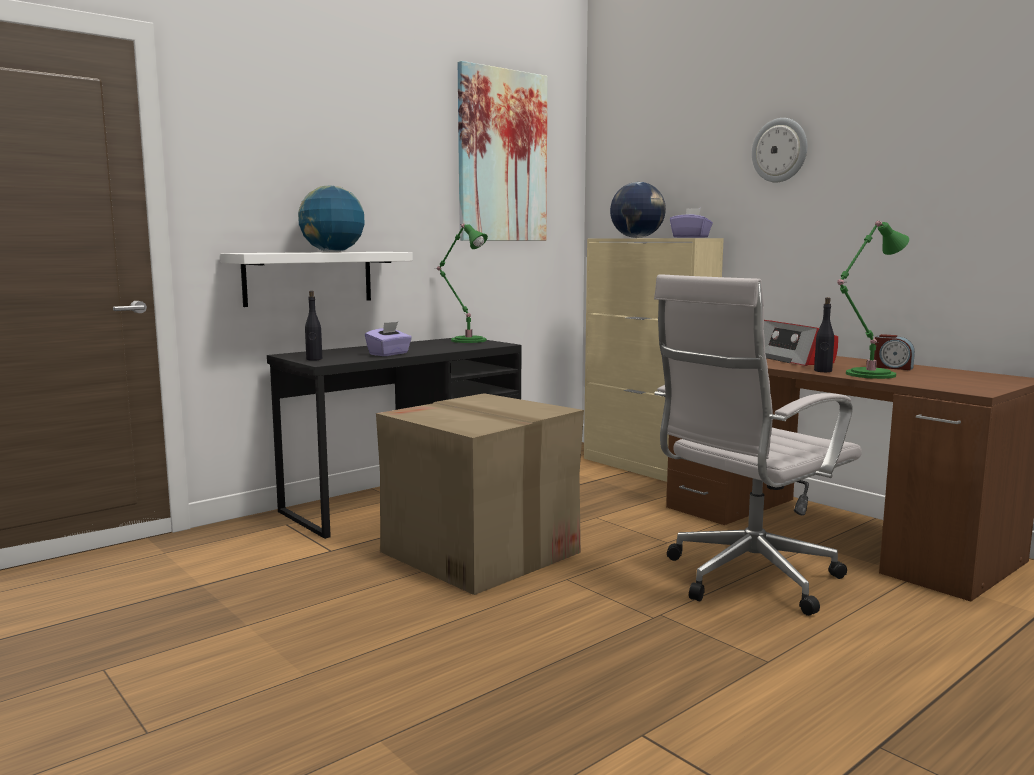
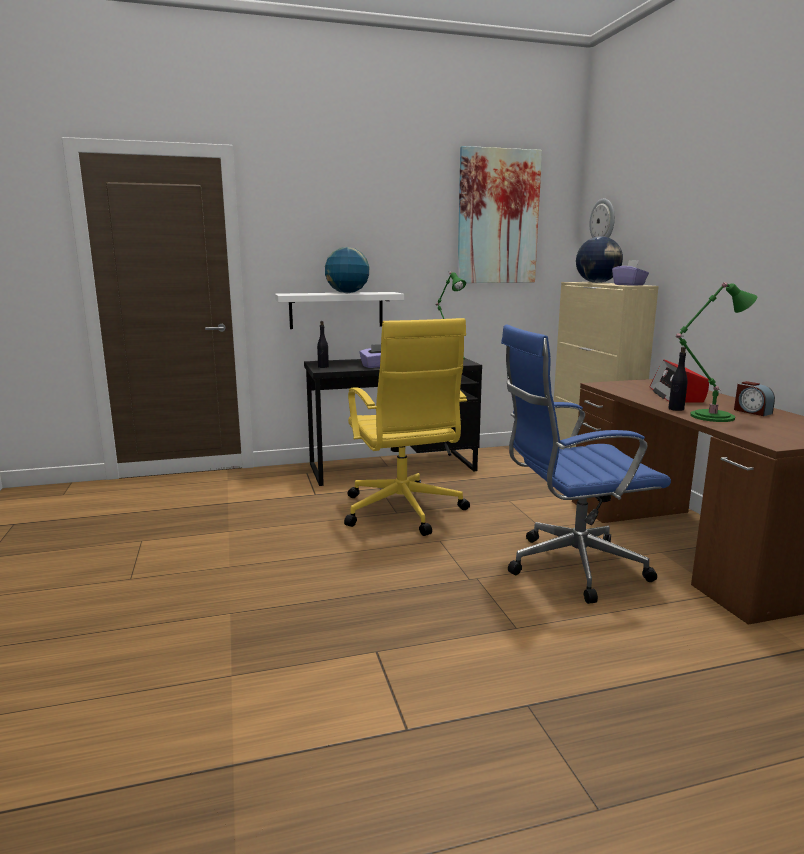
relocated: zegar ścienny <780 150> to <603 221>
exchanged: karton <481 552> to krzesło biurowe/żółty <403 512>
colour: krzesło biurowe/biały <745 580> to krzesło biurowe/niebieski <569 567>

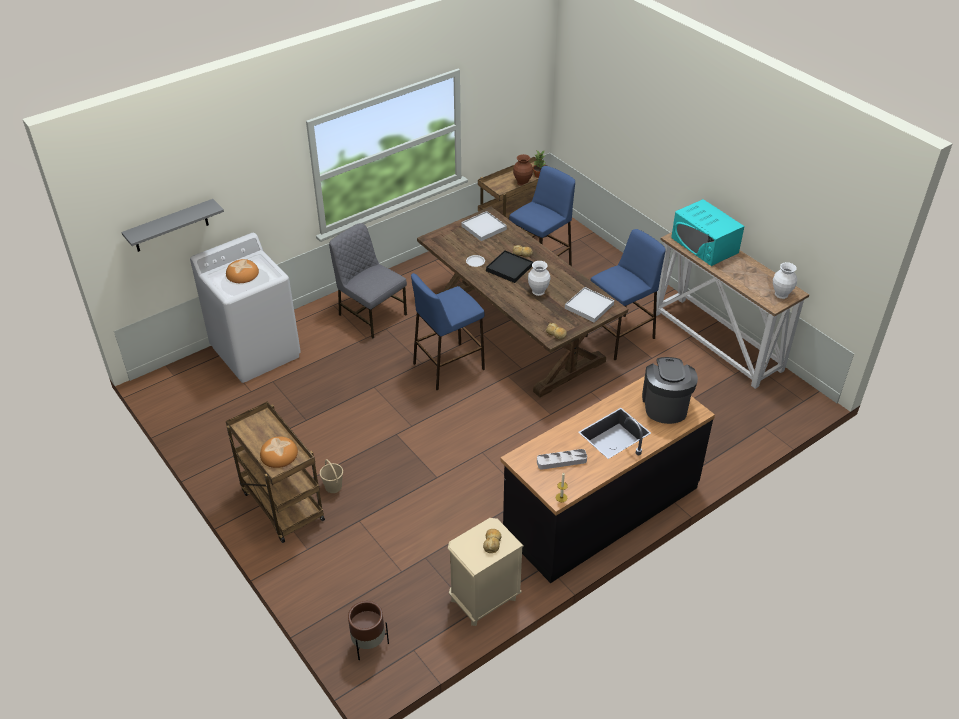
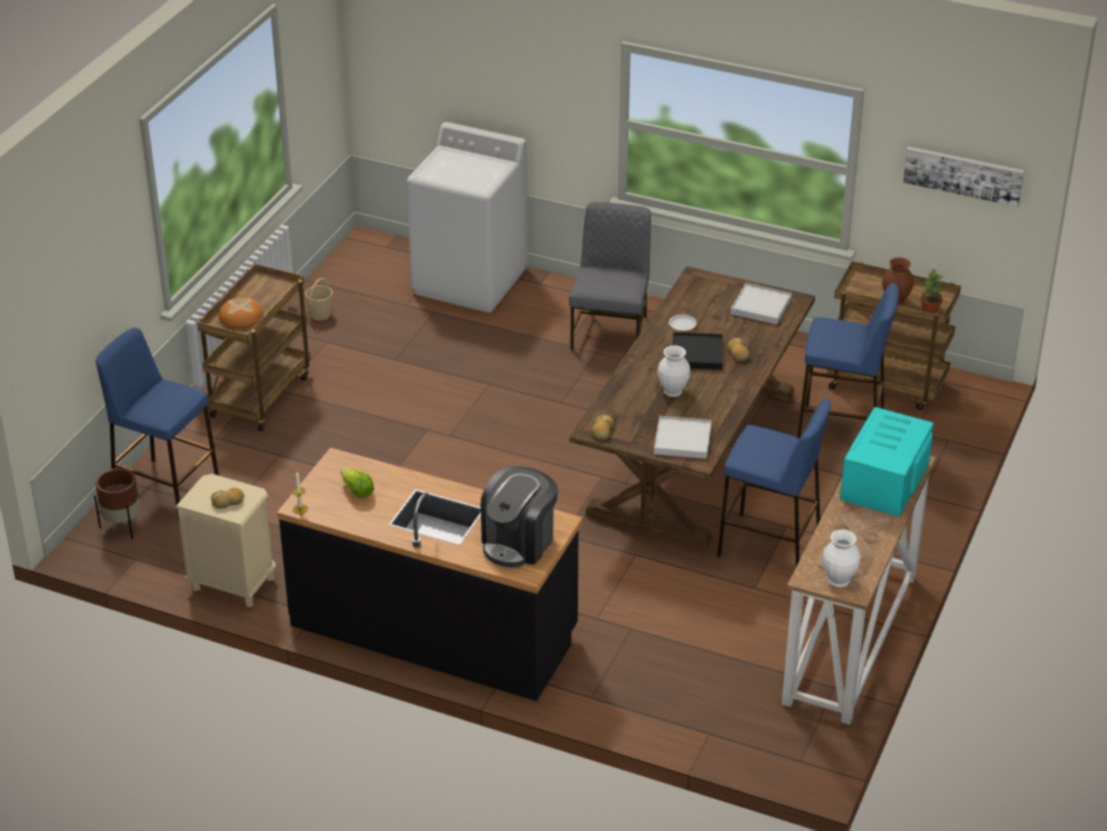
missing: półka/szary <170 226>; chleb <242 274>
appeared: obraz <963 175>
relocated: stołek/niebieski <448 366> to <166 490>; wiadro/beżowy <333 486> to <320 314>
exchanged: taca/szary <561 461> to sałata <357 492>
spun: ekspres do kawy <665 405> = <519 542> 150 degrees clockwise

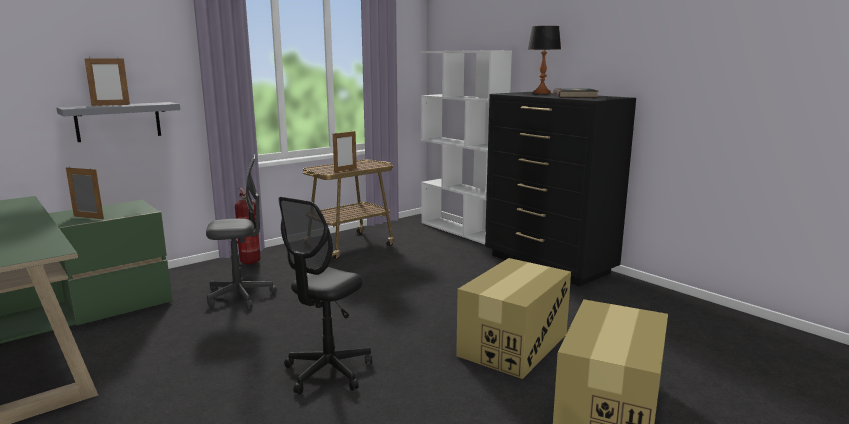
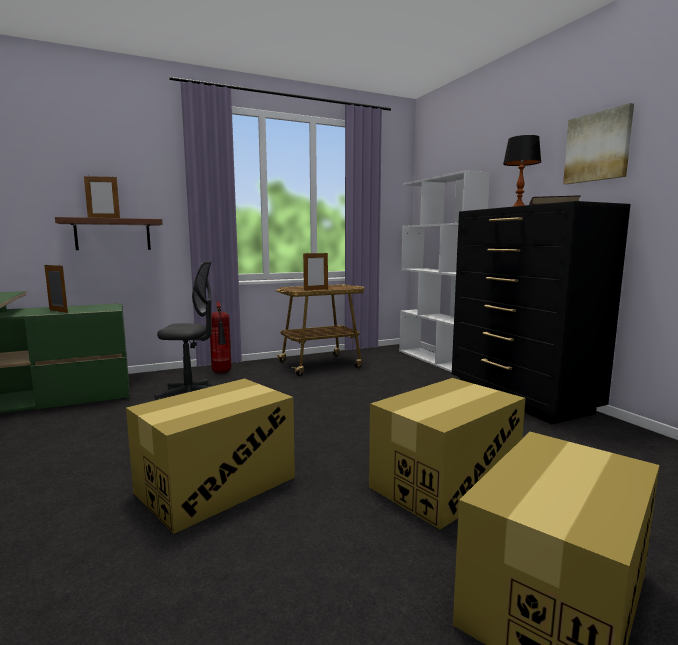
appeared: obraz <598 147>
exchanged: krzesło biurowe/czarny <328 372> to karton <216 485>
colour: półka/szary <118 121> to półka/brązowy <113 234>

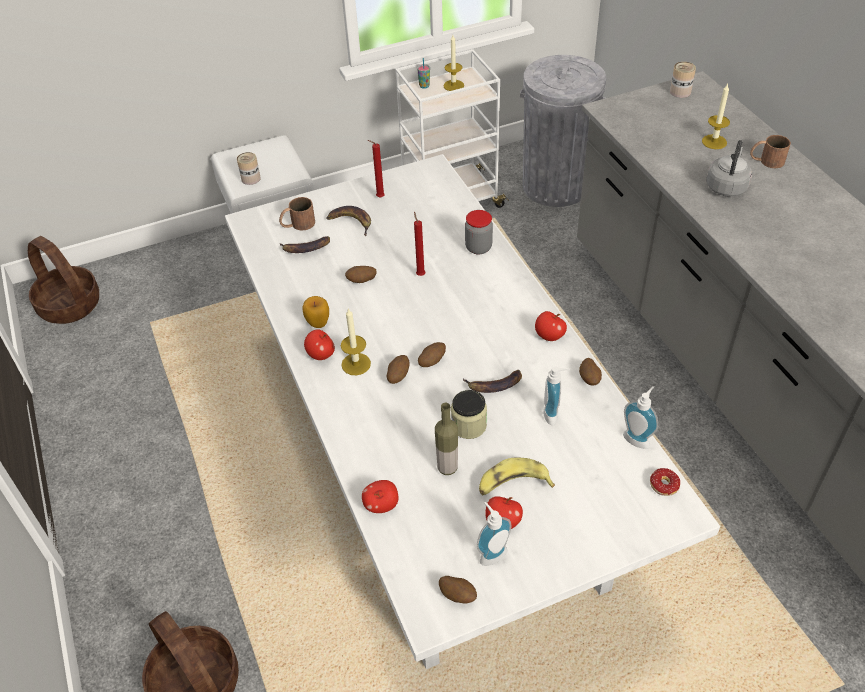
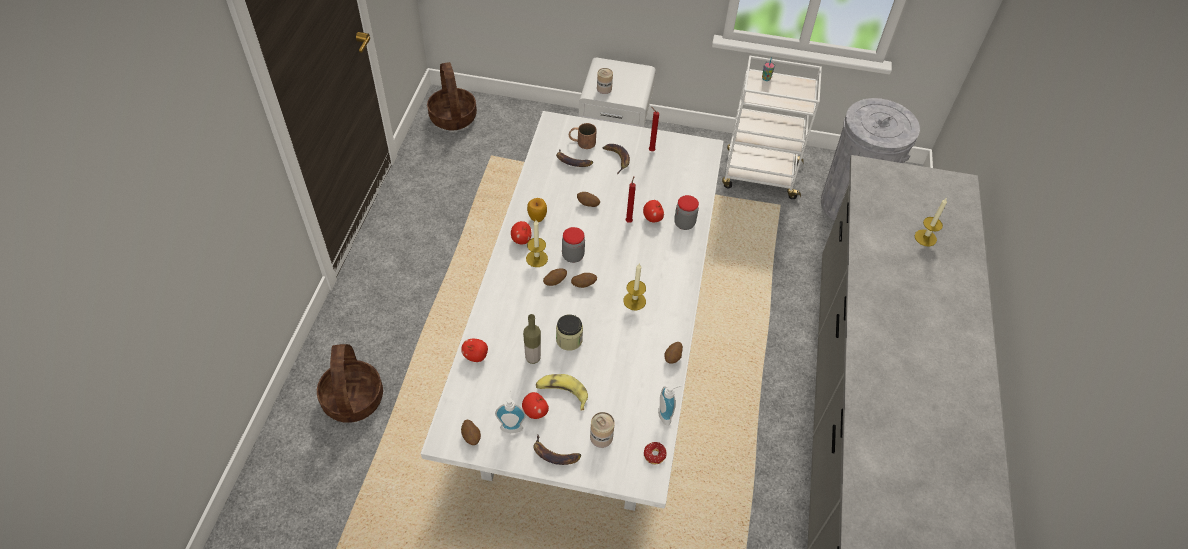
missing: kubek/brązowy <766 161>; czajnik/szary <726 186>; dozownik mydła <554 414>
appeared: słoik <573 256>
relocated: świeca <453 85> to <634 301>; puszka <680 92> to <601 437>; jabłko <549 336> to <652 218>; banan <494 385> to <554 454>

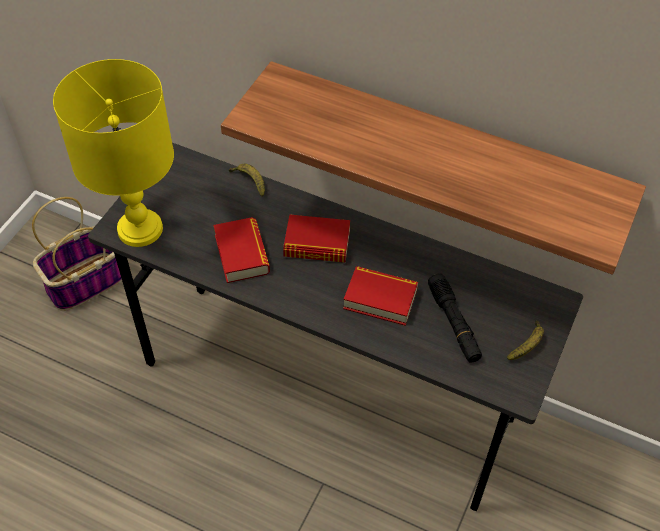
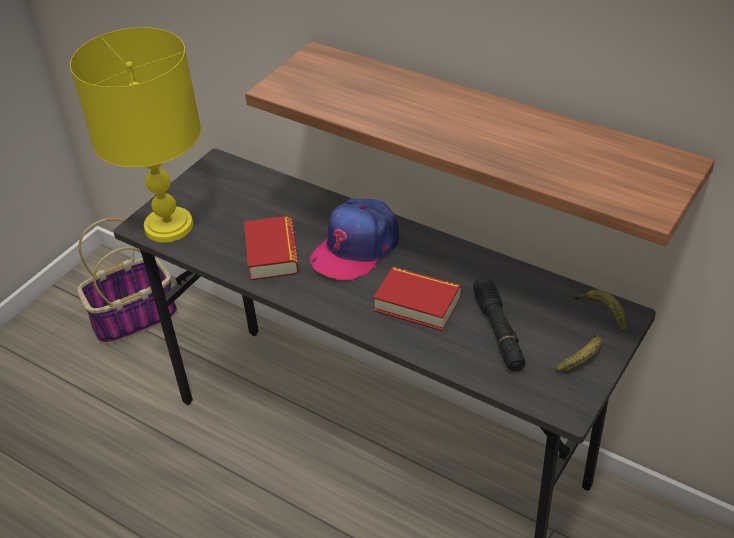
relocated: banan <250 182> to <602 313>
exchanged: książka <317 244> to czapka z daszkiem <356 248>

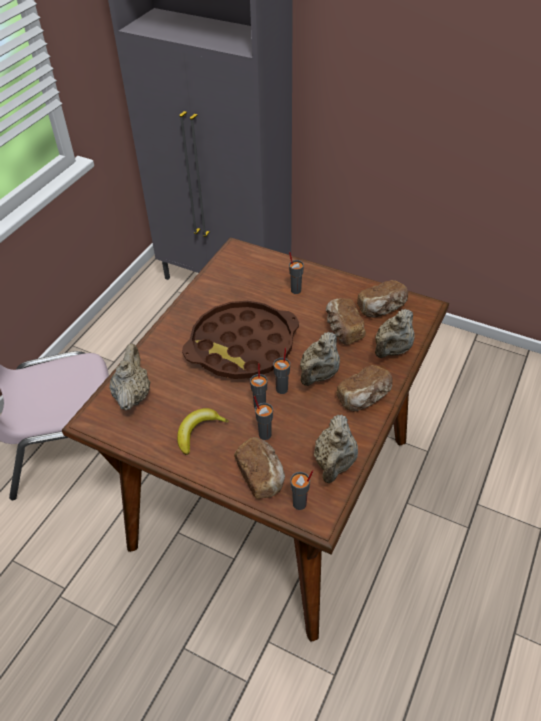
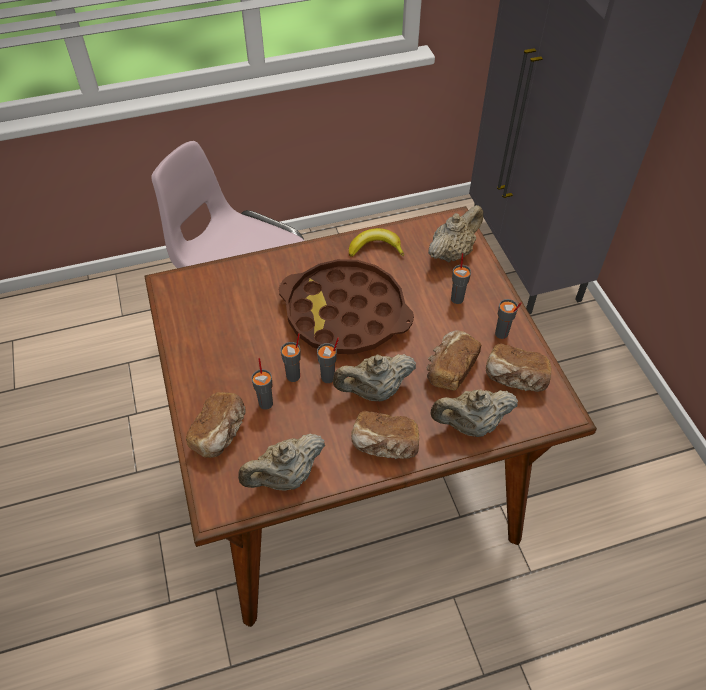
relocated: imbryk/beżowy <133 395> to <452 252>; banan <198 432> to <375 248>; filiżanka/szary <300 504> to <501 334>

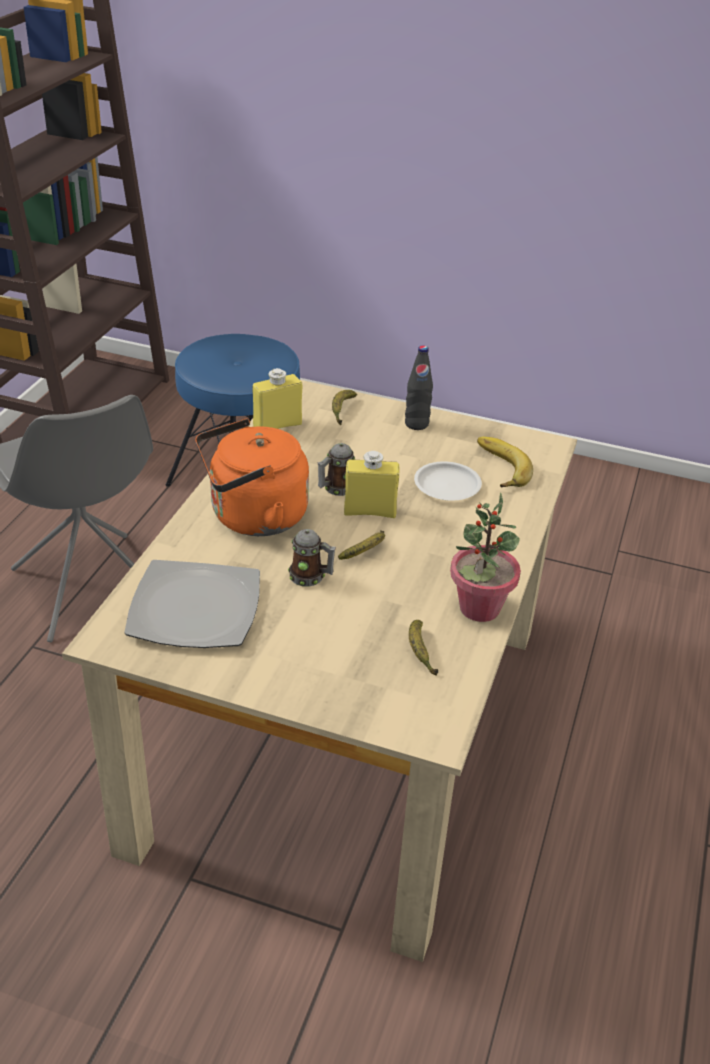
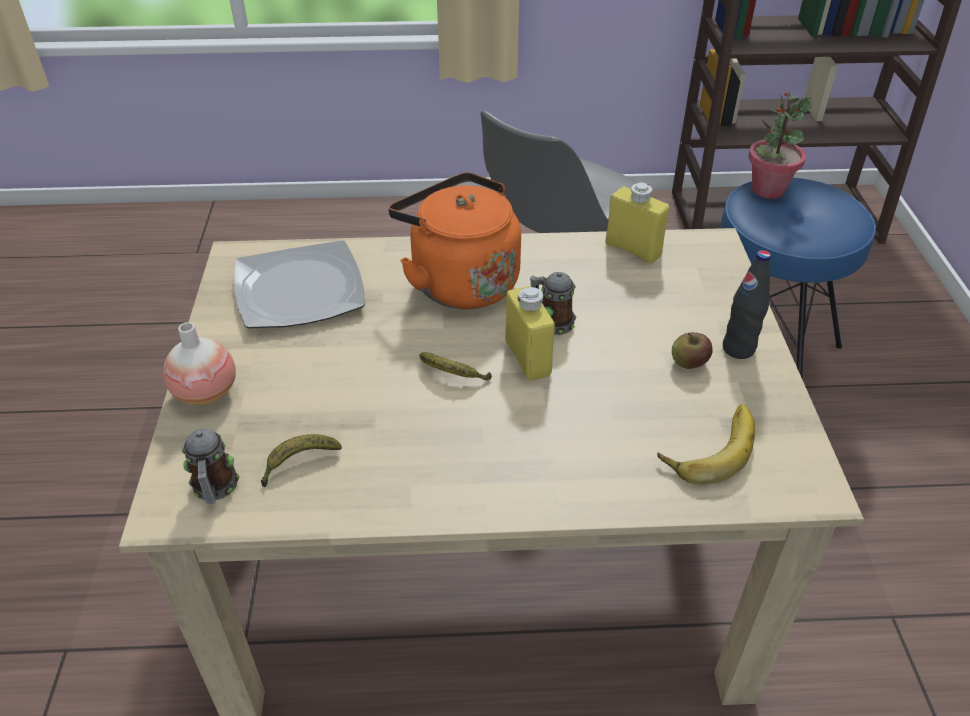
missing: banan <342 410>; talerz/biały <447 486>
appeared: wazon <206 392>; jabłko <689 363>
relocated: roślina doniczkowa <479 608> to <767 190>; kubek <311 577> to <215 489>

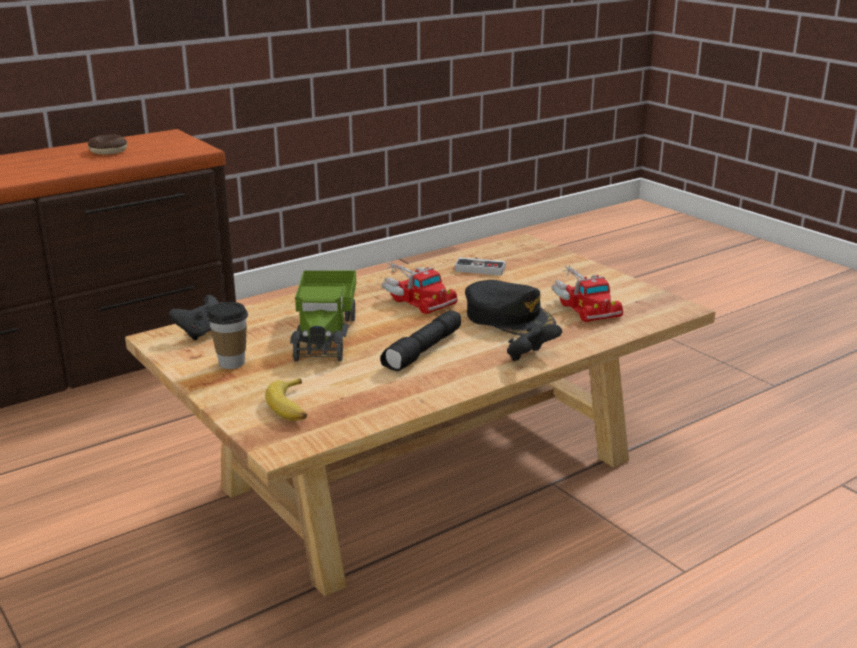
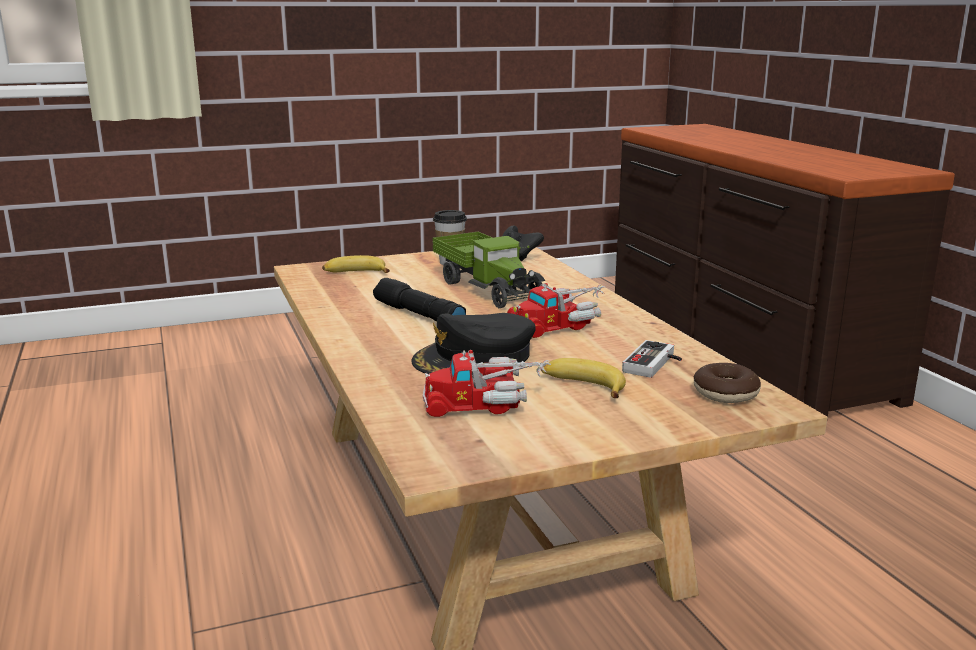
missing: pad do gier/czarny <530 358>
appeared: banan <582 386>
relocated: donut <108 151> to <725 393>
spun: ciężarówka zabawkowa <325 333> = <488 288> 135 degrees counterclockwise

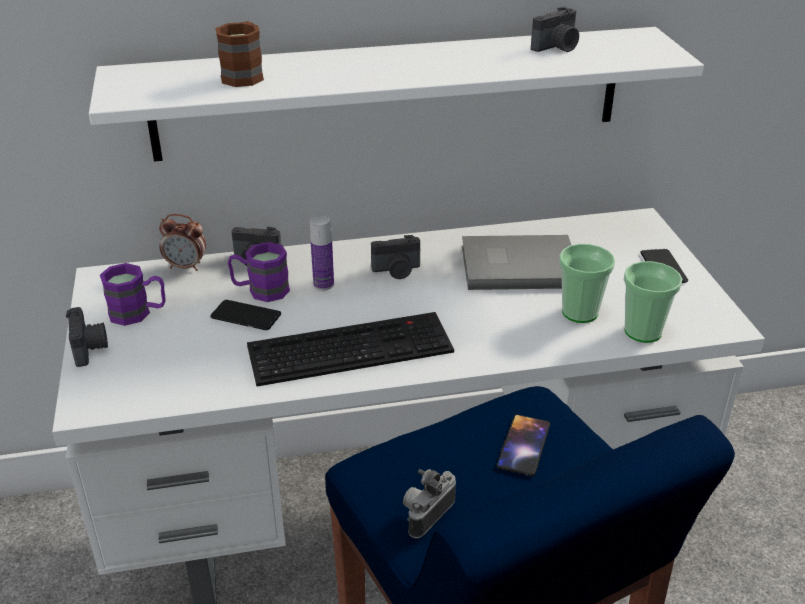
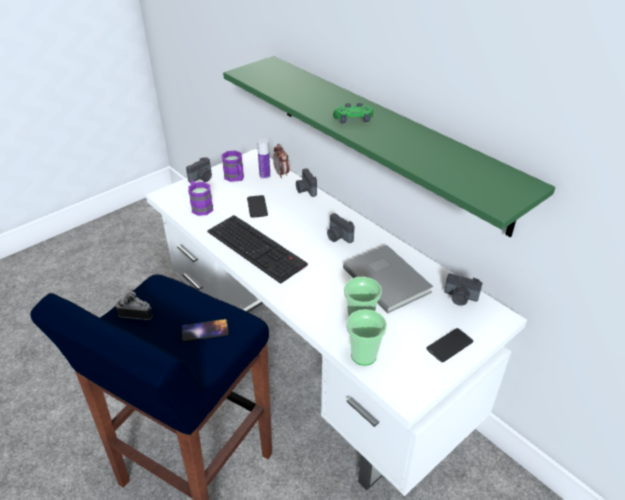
missing: kubek/brązowy <245 74>
appeared: pad do gier/zielony <353 120>
relocated: aparat fotograficzny <557 47> to <460 298>; butelka <323 284> to <265 176>; kubek/fioletowy <260 290> to <200 206>
colour: półka/biały <390 93> to półka/zielony <386 138>

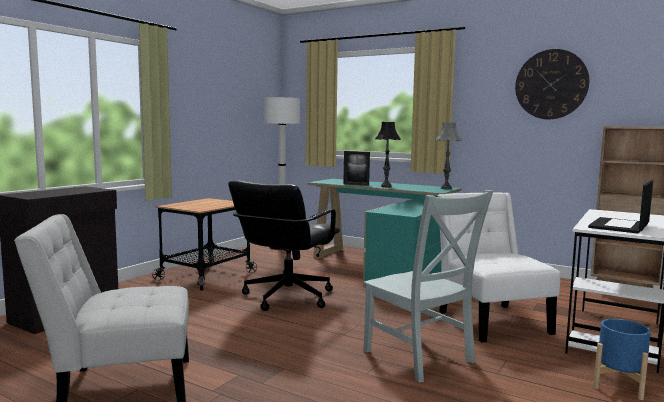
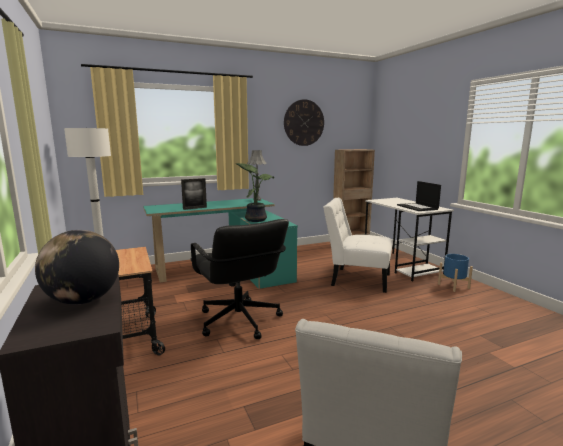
missing: lampa stołowa/czarny <386 186>; krzesło/szary <421 358>
appeared: roślina doniczkowa <255 219>; globus <83 301>

